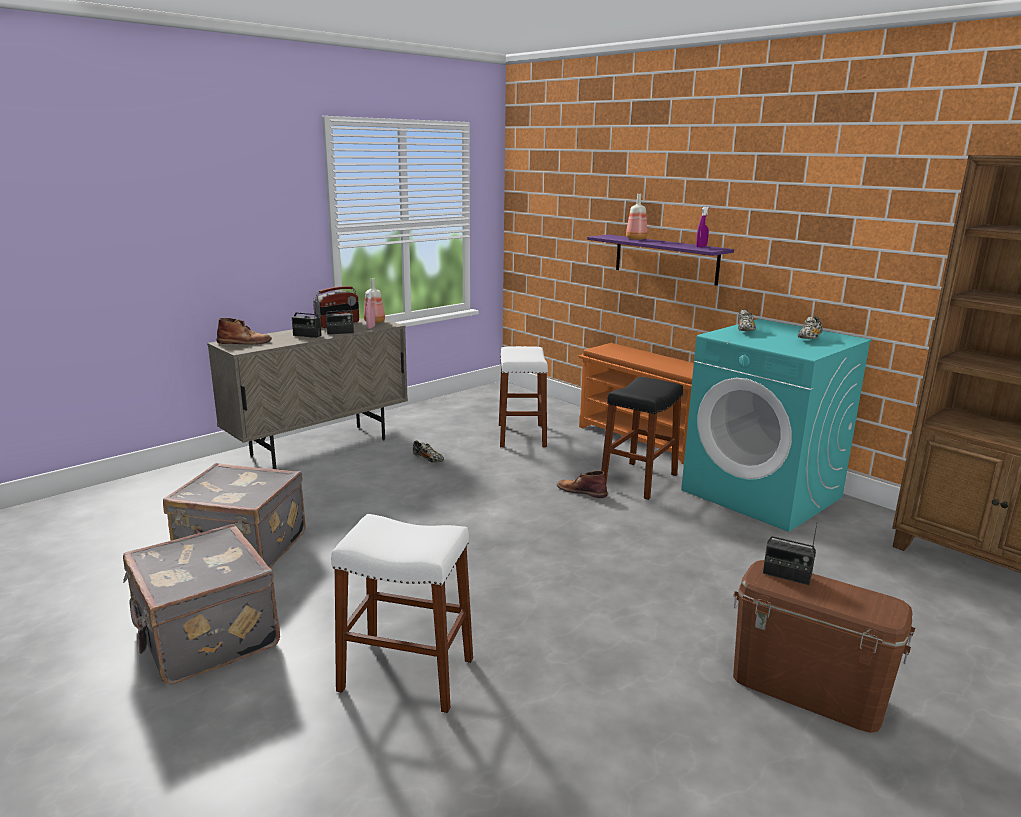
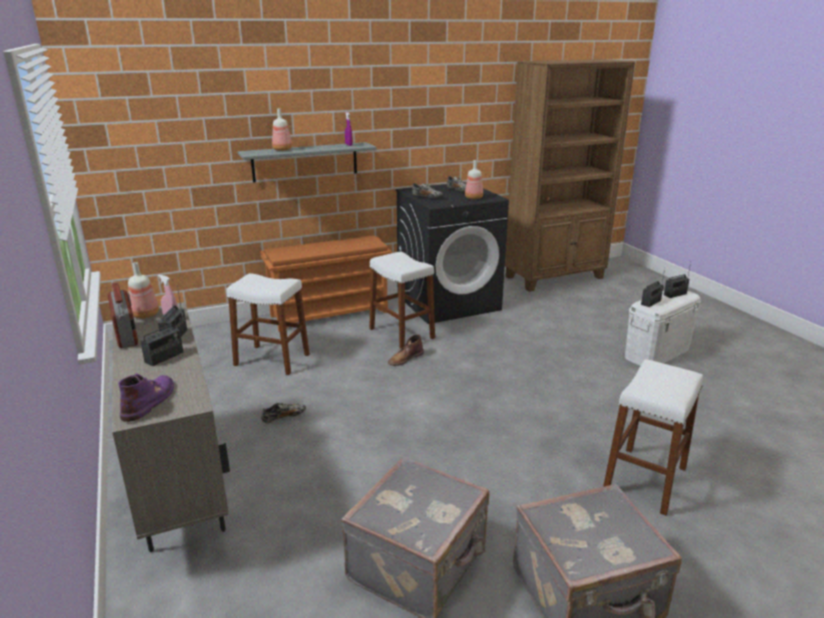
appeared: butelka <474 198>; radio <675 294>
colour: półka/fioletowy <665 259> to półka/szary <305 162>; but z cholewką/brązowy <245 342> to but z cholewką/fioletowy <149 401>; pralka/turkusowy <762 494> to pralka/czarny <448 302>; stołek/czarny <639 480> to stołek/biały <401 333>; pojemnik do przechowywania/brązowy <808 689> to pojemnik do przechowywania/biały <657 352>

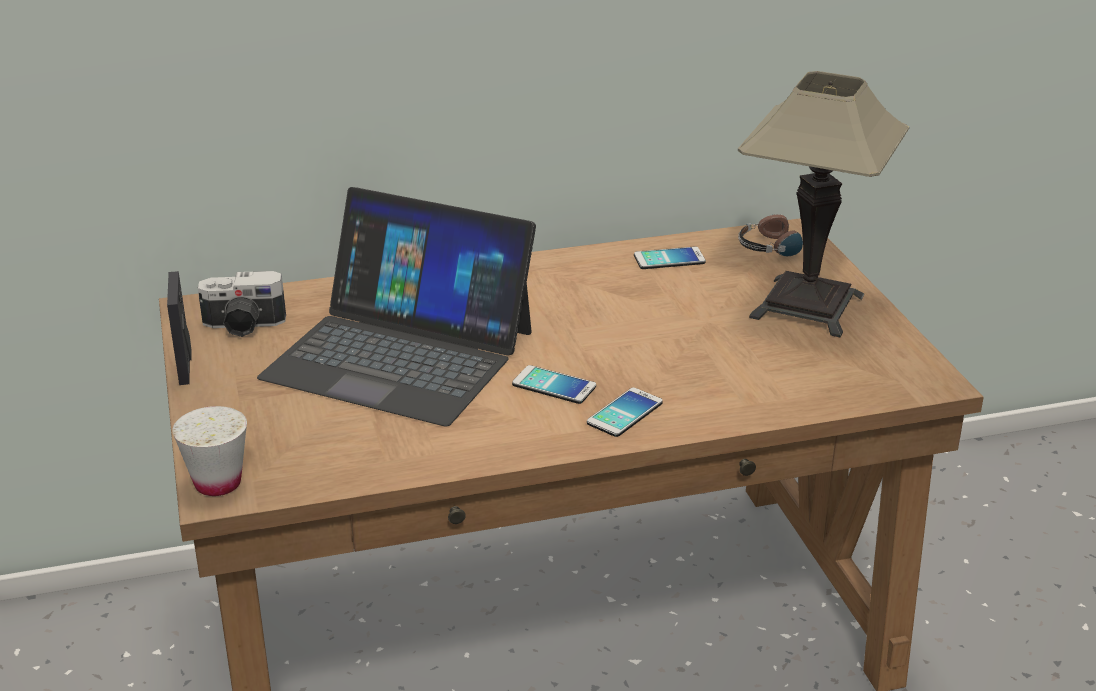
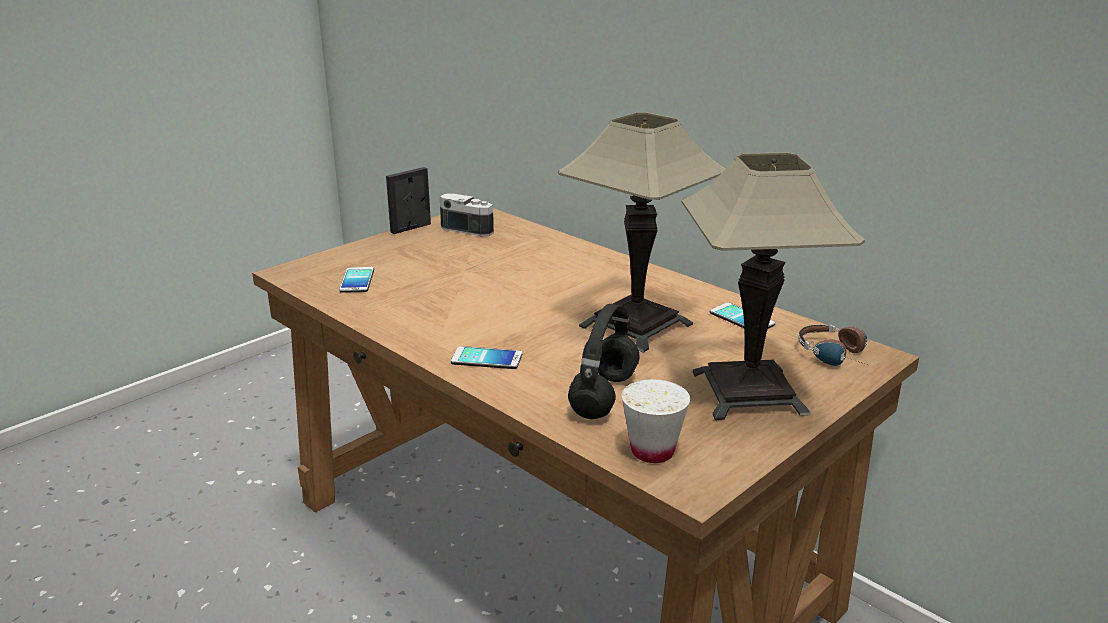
missing: laptop <400 354>
appeared: lampa stołowa <636 325>; słuchawki/czarny <603 395>
relocated: telefon <554 386> to <357 280>; filiżanka/biały <218 483> to <652 451>
spun: aparat fotograficzny <243 326> = <471 227> 150 degrees clockwise

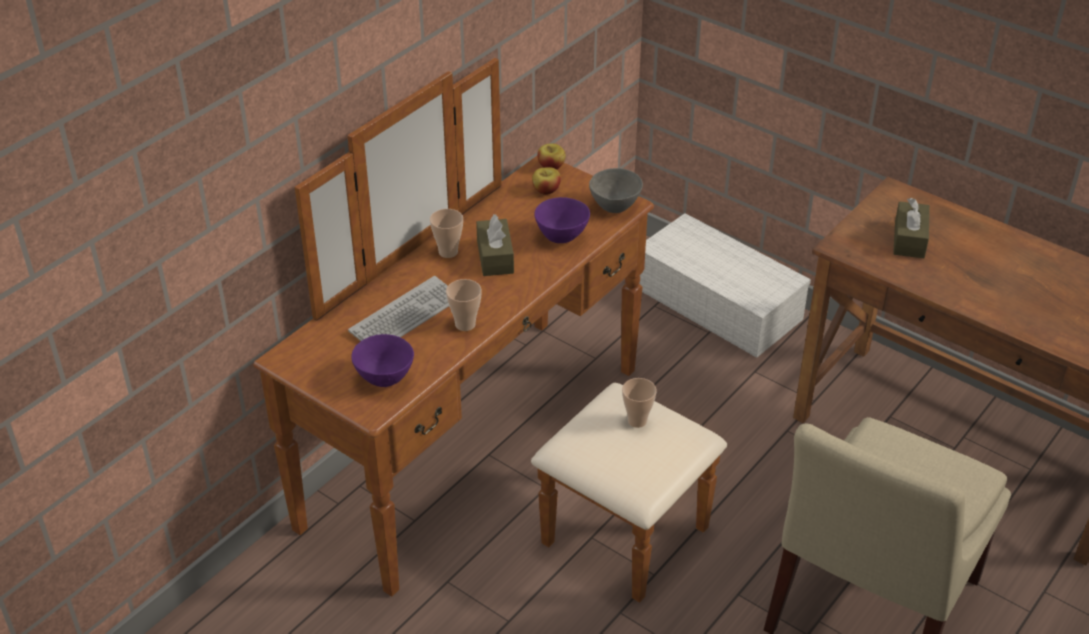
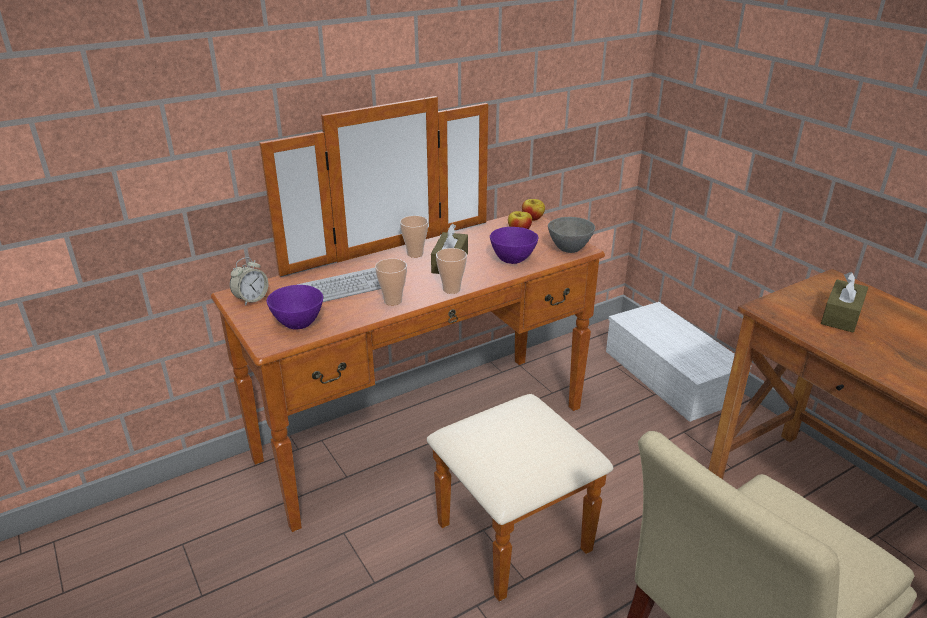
appeared: budzik <251 299>
relocated: filiżanka <637 421> to <451 289>

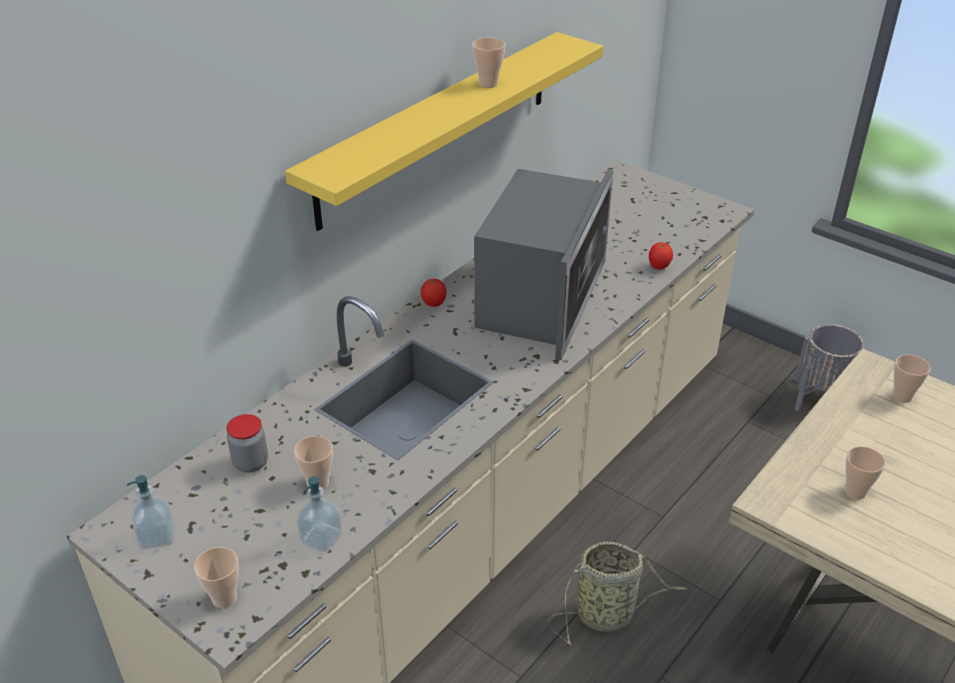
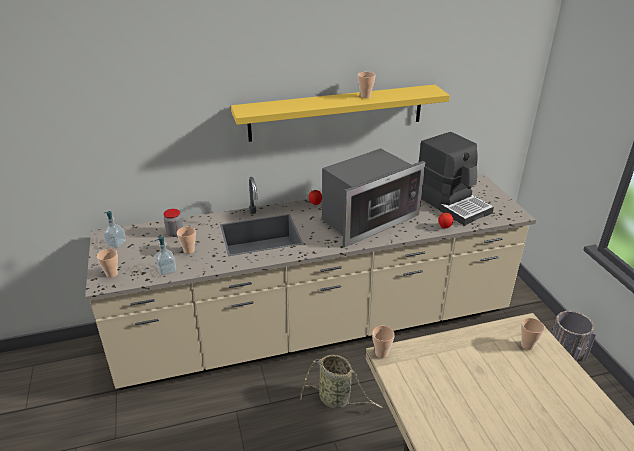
appeared: ekspres do kawy <452 203>
relocated: filiżanka <855 492> to <381 353>

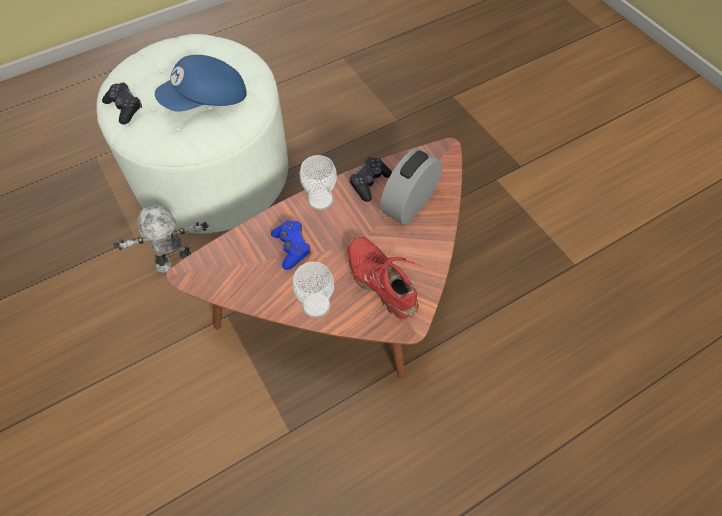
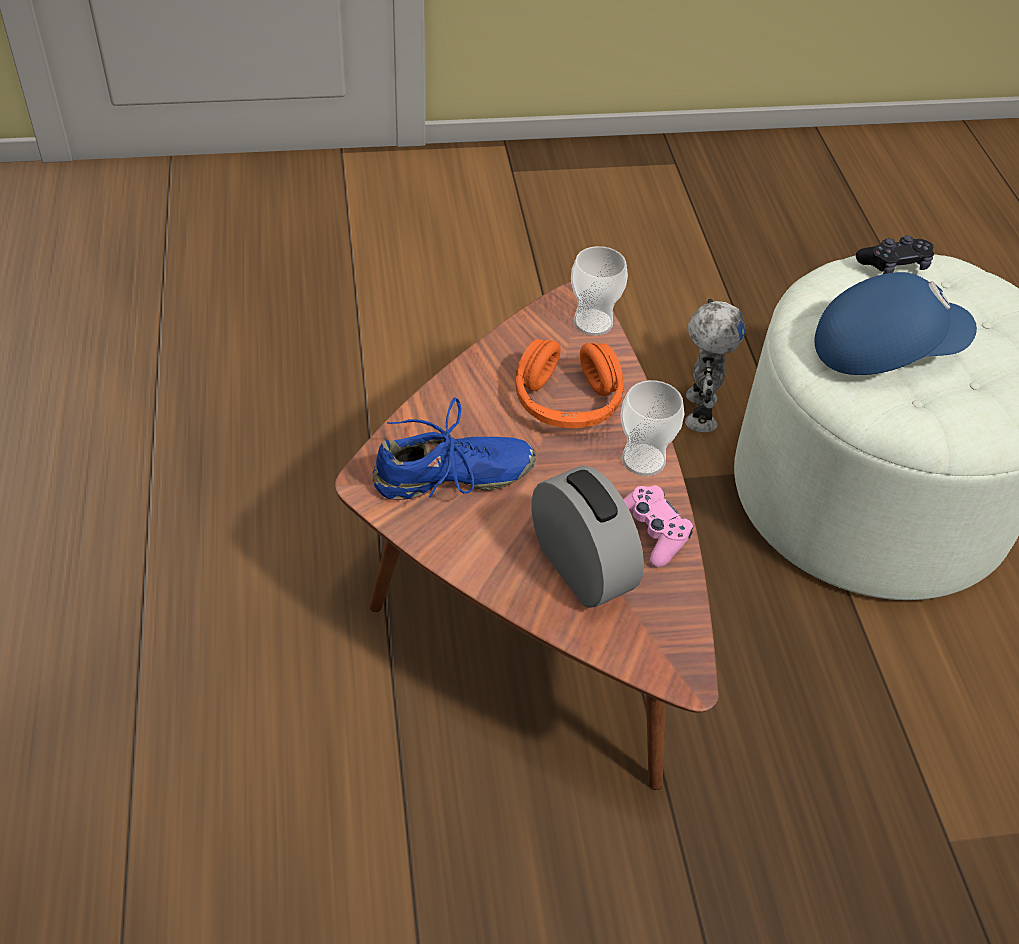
relocated: filiżanka <316 305> to <593 322>
exchanged: pad do gier/niebieski <291 248> to słuchawki/pomarańczowy <567 402>
colour: pad do gier/czarny <369 183> to pad do gier/różowy <651 532>; but/czerwony <382 281> to but/niebieski <453 478>
spun: czapka z daszkiem/niebieski <206 101> = <884 349> 90 degrees clockwise

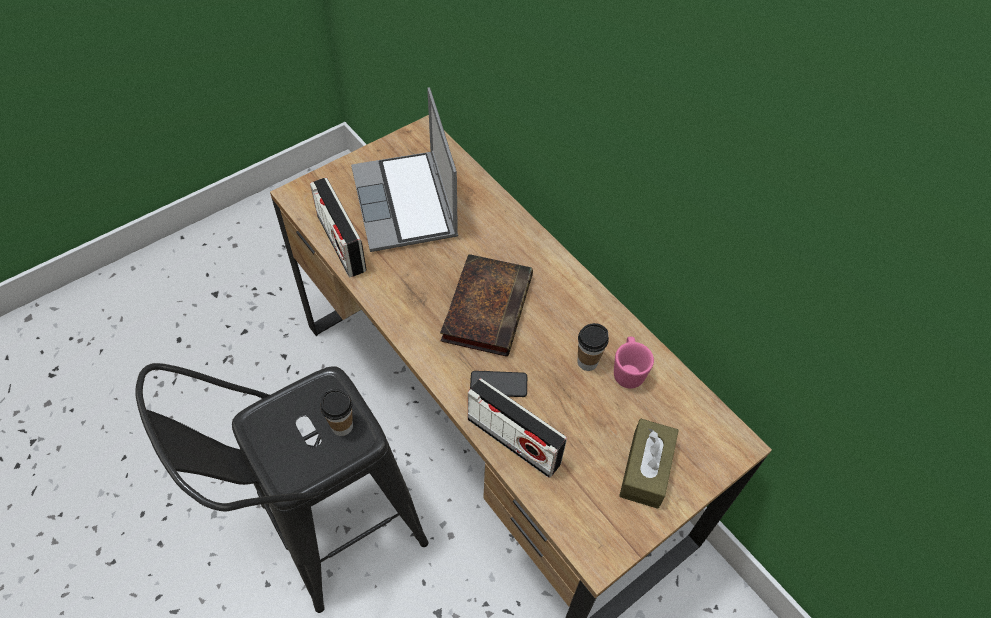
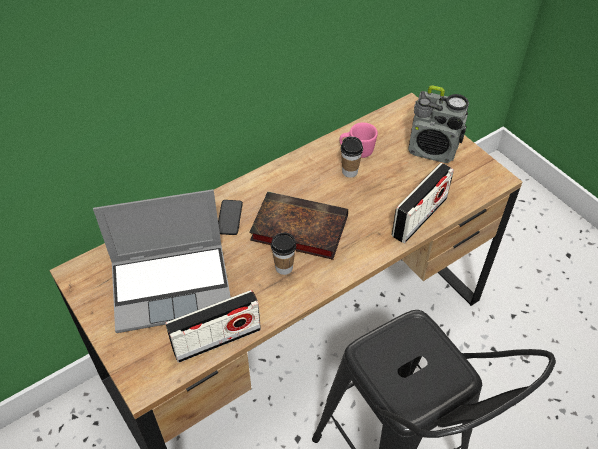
relocated: telefon <498 384> to <229 218>; filiżanka <342 426> to <284 267>
exchanged: pudełko chusteczek/brązowy <646 469> to radio <433 150>

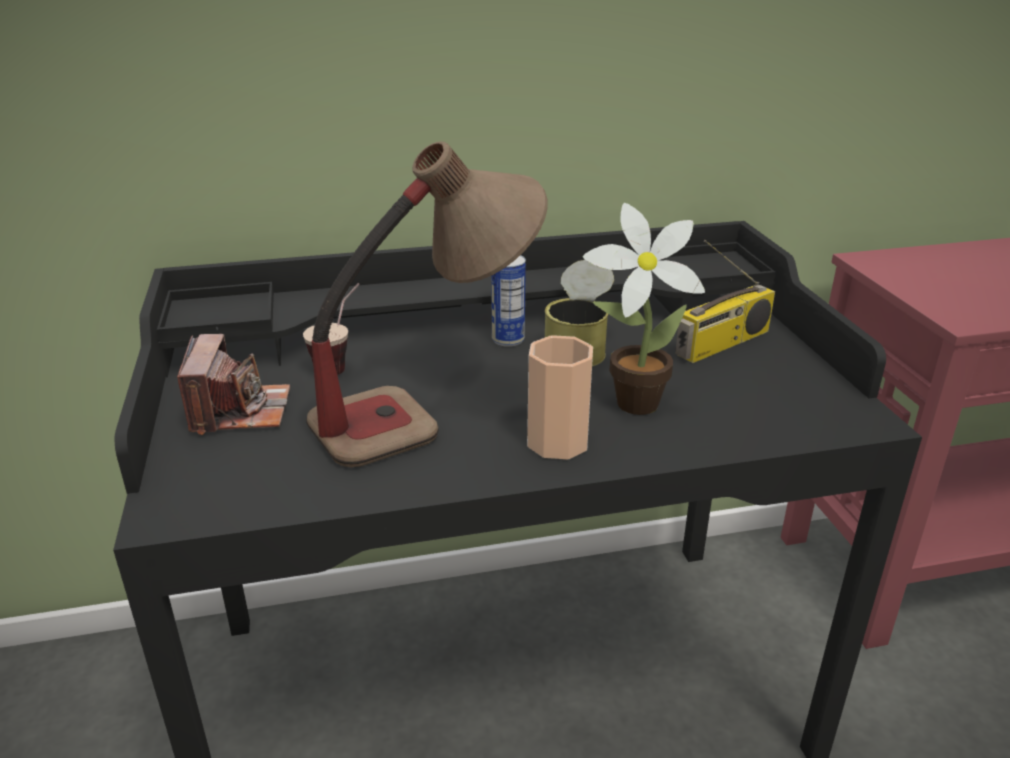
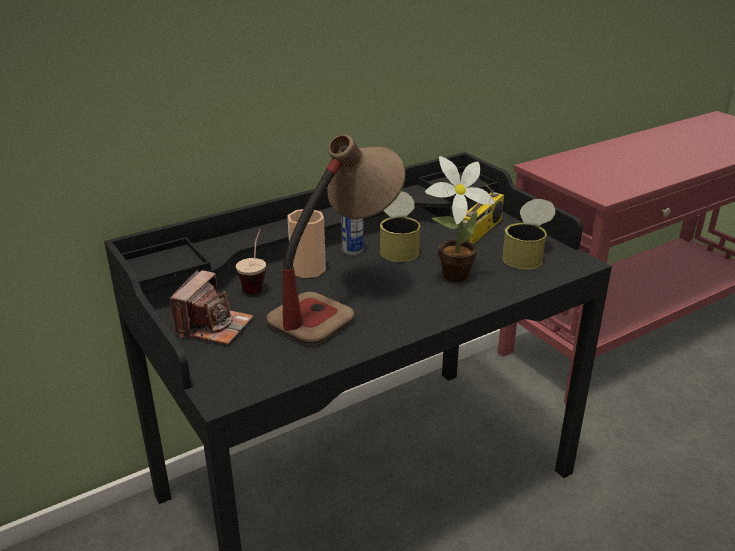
appeared: puszka <527 254>
relocated: filiżanka <557 442> to <308 269>
spun: aparat fotograficzny <239 410> = <214 326> 45 degrees clockwise

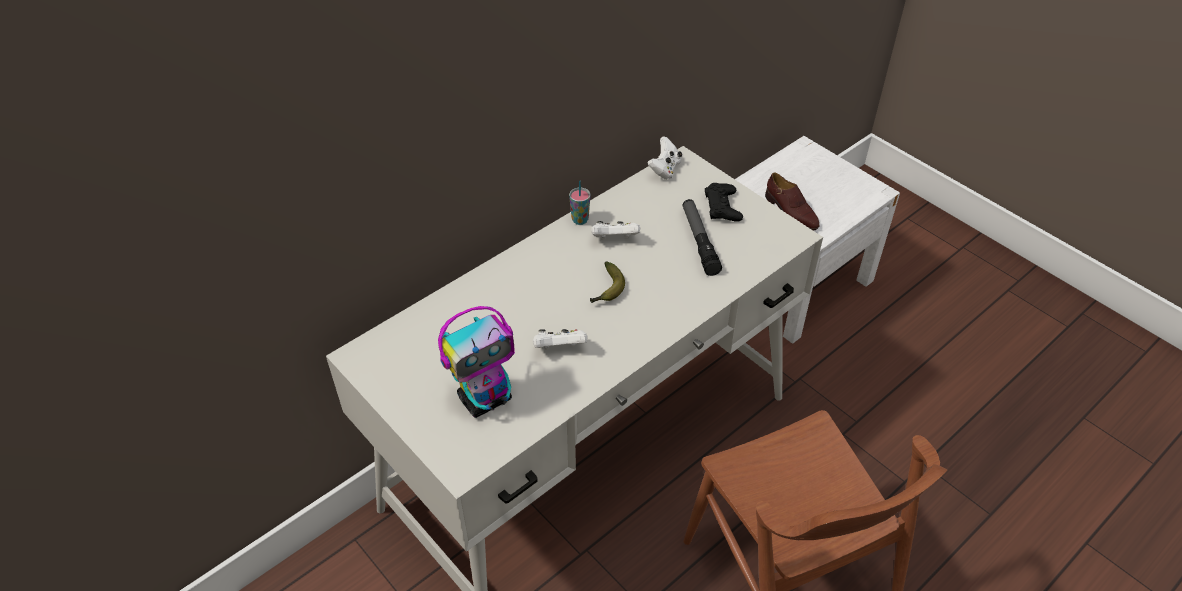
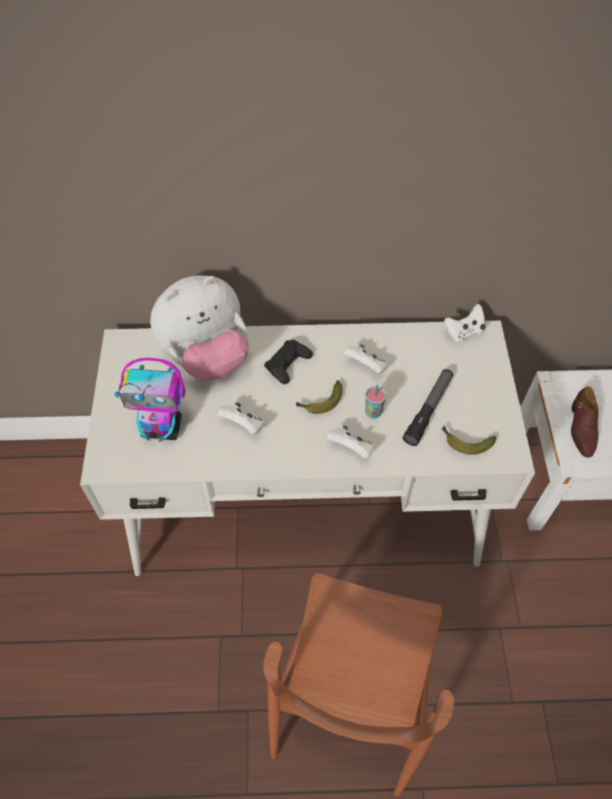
appeared: pluszak <207 356>; pad do gier/biały <351 449>; banan <465 442>
relocated: filiżanka <580 220> to <373 412>; pad do gier/czarny <722 207> to <288 364>

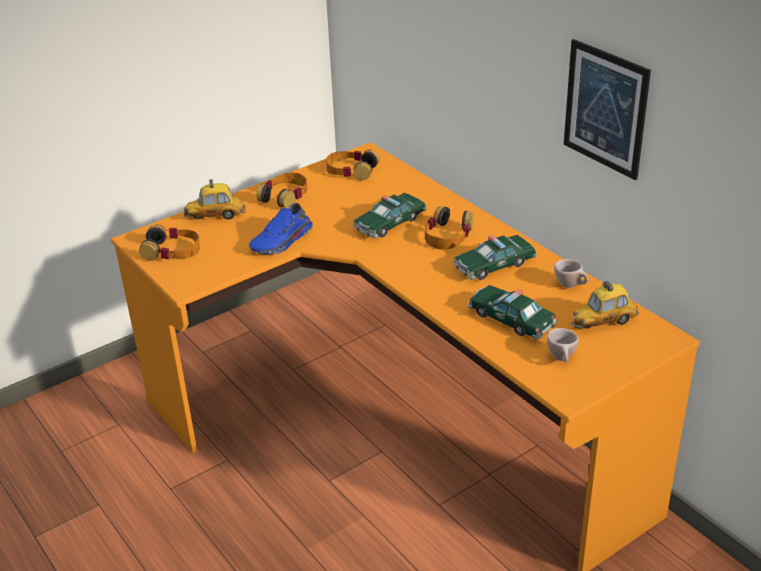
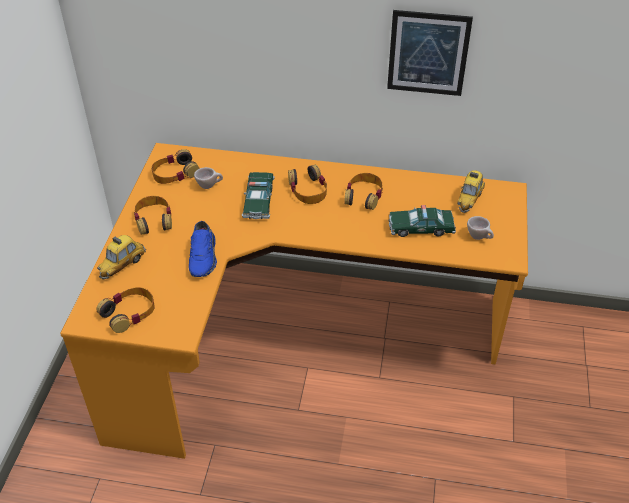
relocated: filiżanka/beżowy <571 285> to <209 186>
exchanged: samochodzik <494 265> to słuchawki <363 196>

